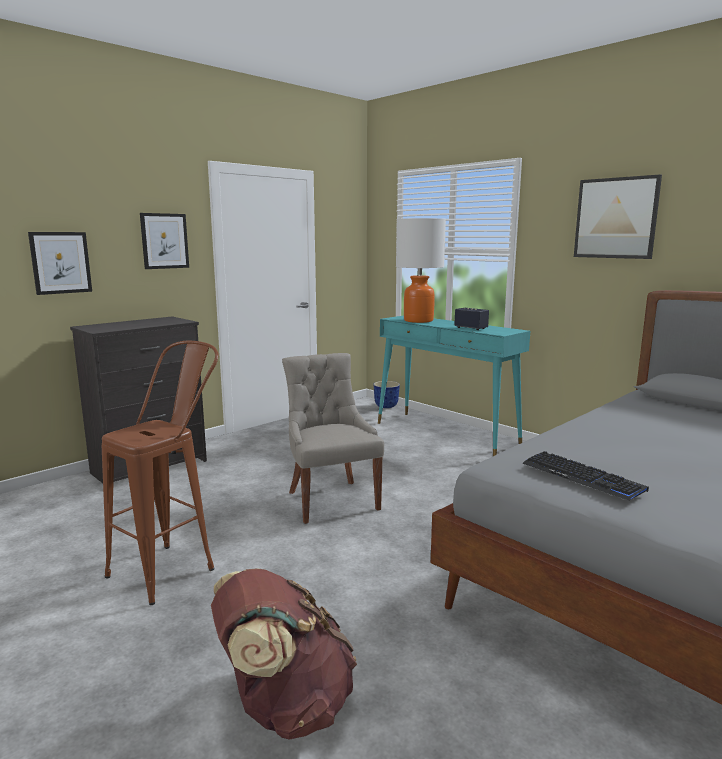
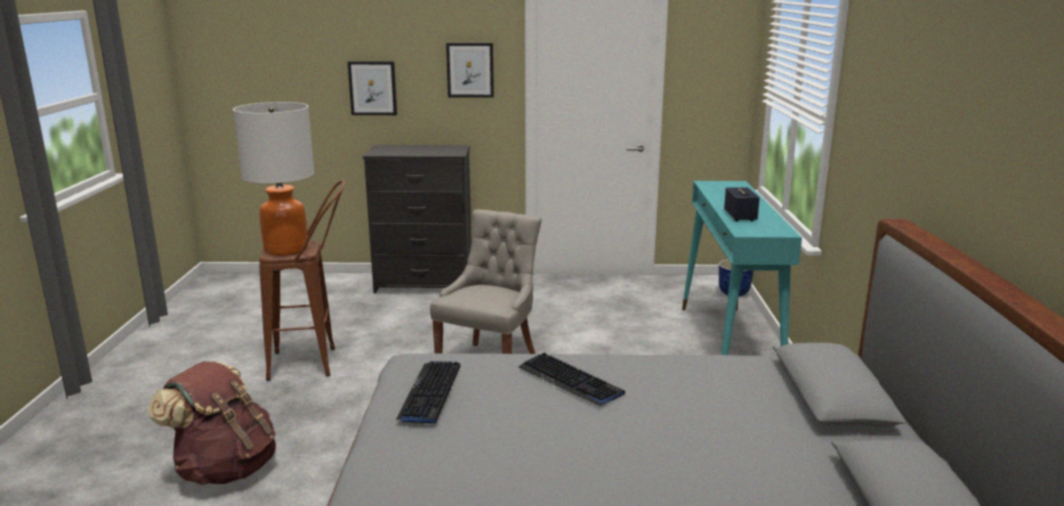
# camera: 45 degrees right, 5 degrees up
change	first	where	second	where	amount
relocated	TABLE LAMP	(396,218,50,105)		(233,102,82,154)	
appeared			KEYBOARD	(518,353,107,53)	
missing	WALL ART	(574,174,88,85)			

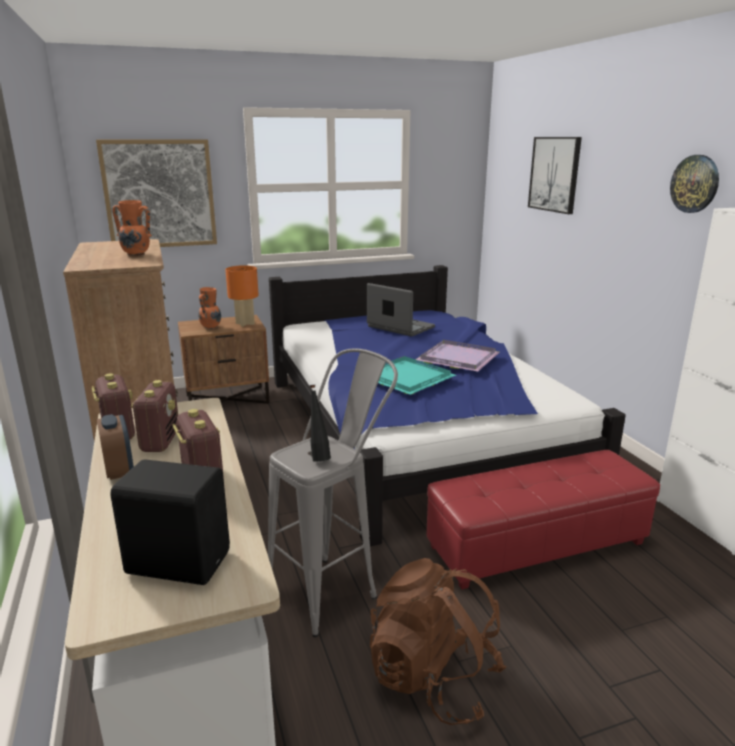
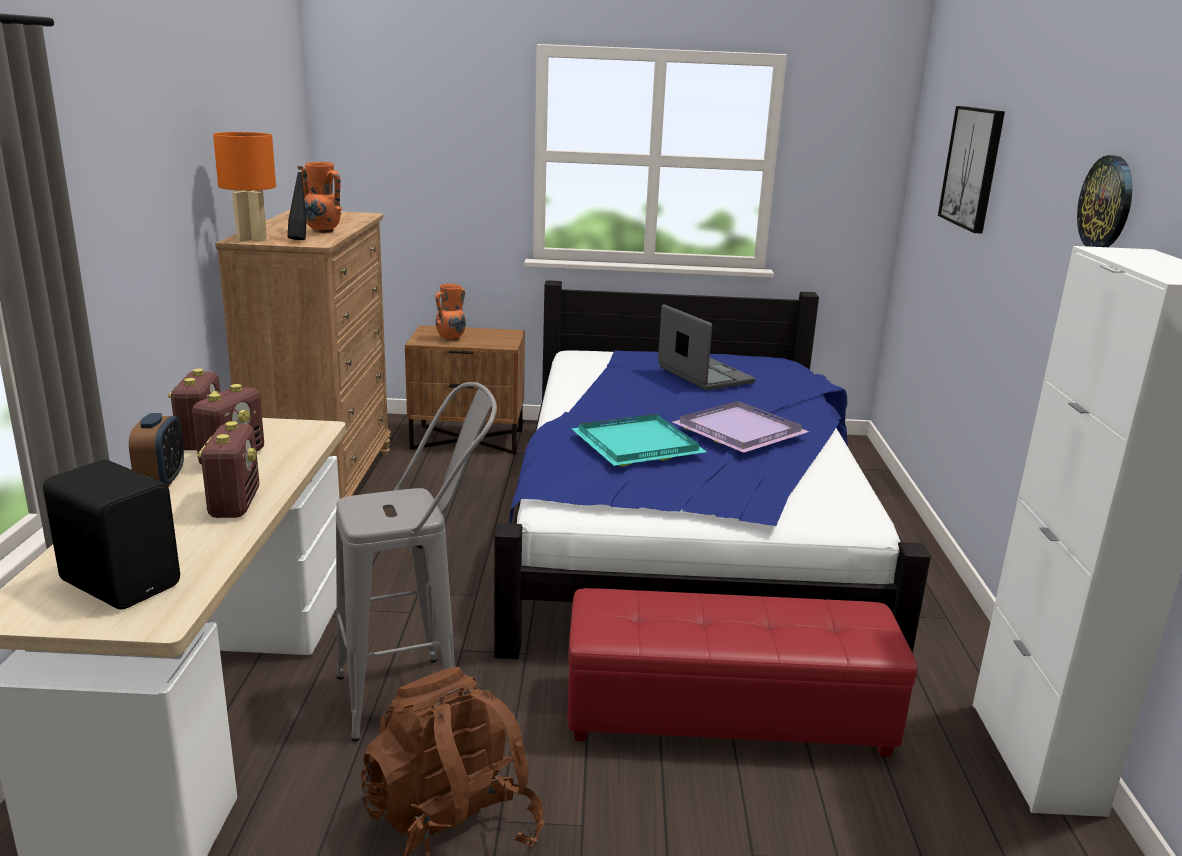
# camera: 20 degrees right, 0 degrees up
change	first	where	second	where	amount
relocated	ORANGEY TABLE LAMP	(225,265,34,62)		(213,132,63,110)	
relocated	BLACK-COLOURED DRINK BOTTLE	(310,385,21,76)		(287,166,19,74)	
missing	WALL ART	(96,140,121,107)			

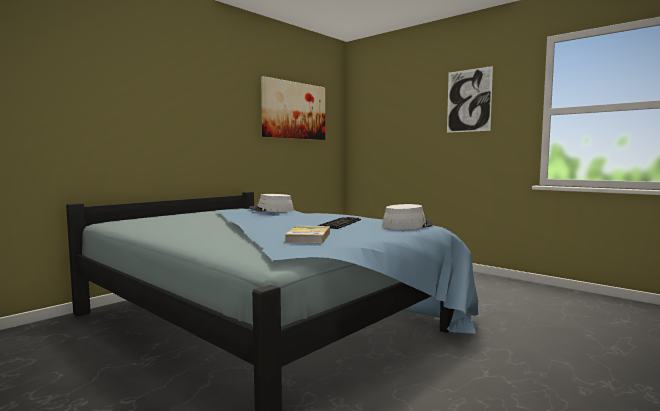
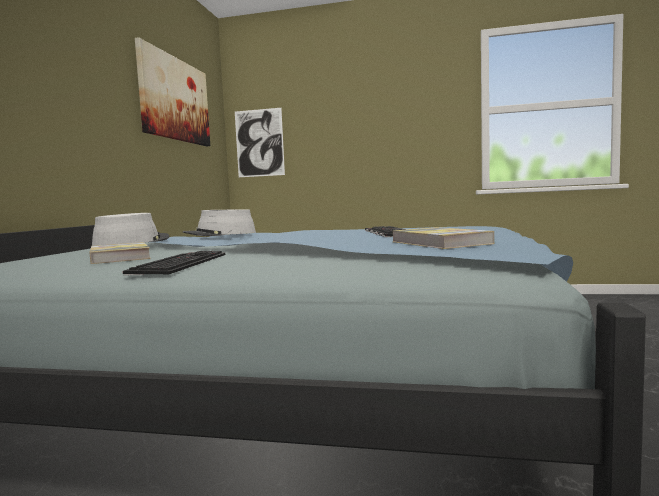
# camera: 30 degrees left, 0 degrees up
change	first	where	second	where	amount
appeared			BOUND BOOK	(89,242,62,22)	
relocated	GREYISH HAT	(382,204,51,26)		(92,213,77,33)	
appeared			KEYBOARD	(123,251,102,24)	
relocated	WALL ART	(447,66,46,67)		(235,108,50,69)	

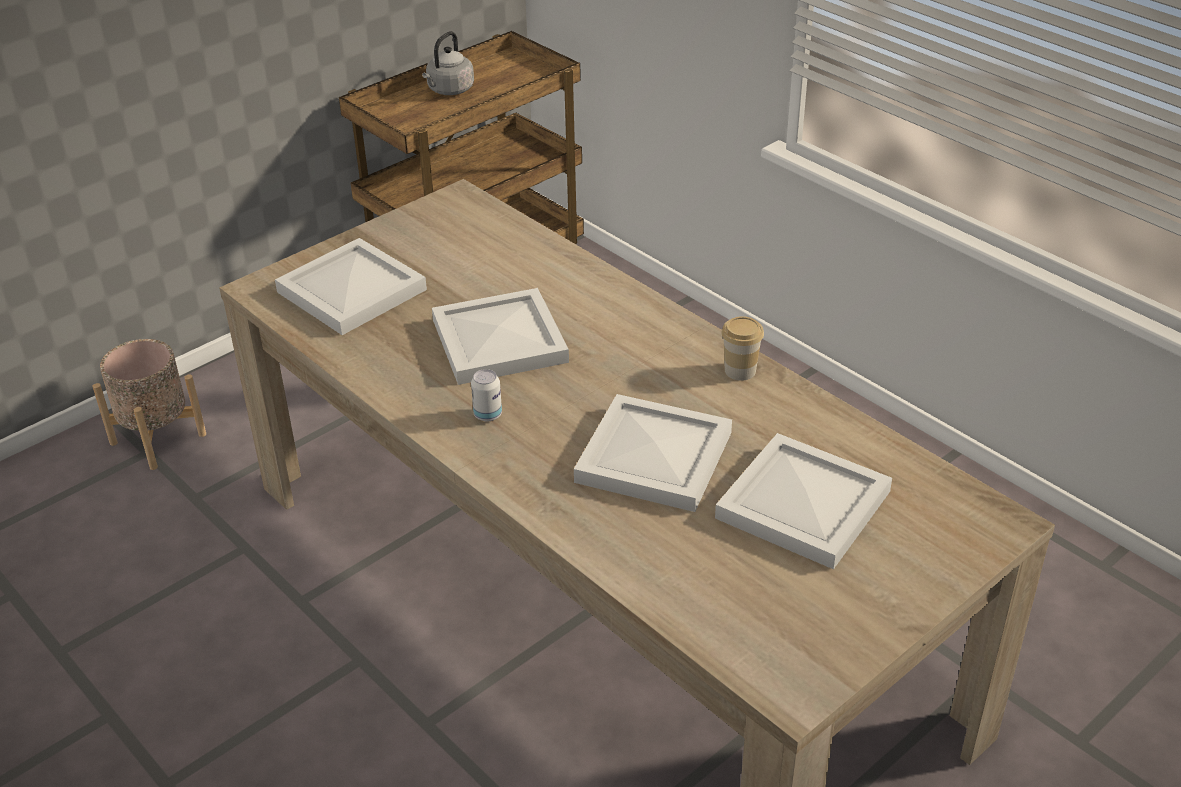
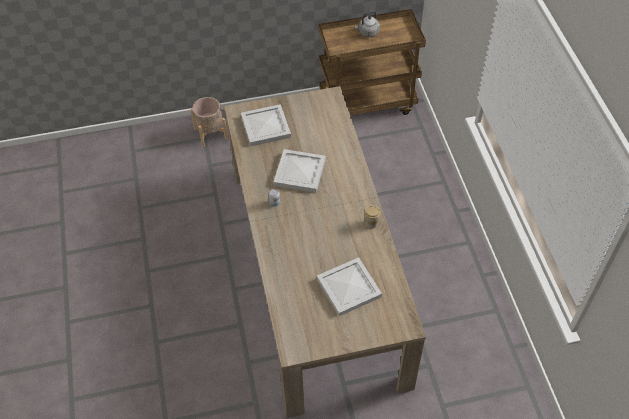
# camera: 30 degrees right, 15 degrees up
change	first	where	second	where	amount
missing	WHITISH TRAY	(574,394,158,118)			

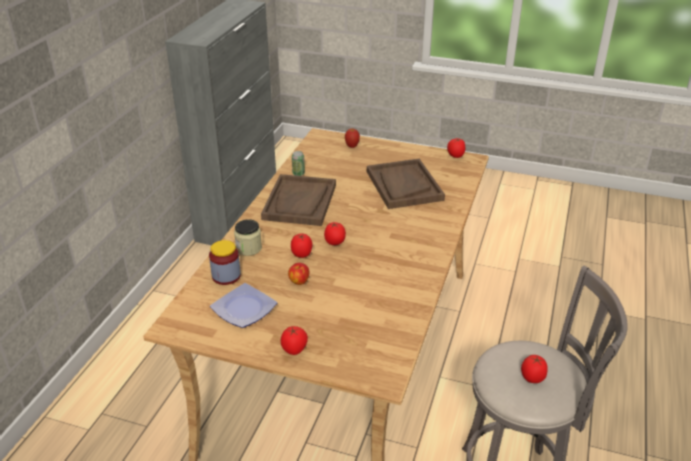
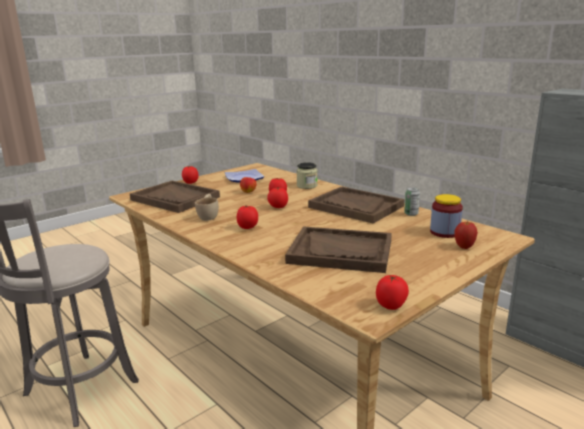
# camera: 120 degrees right, 15 degrees down
change	first	where	second	where	amount
appeared			BROWN TRAY	(130,181,90,32)	
appeared			SAND-COLOURED SMALL CUP	(195,194,24,27)	
relocated	TOMATO	(521,355,27,28)		(237,206,21,23)	
relocated	PRESERVE JAR	(209,240,32,45)		(430,194,33,44)	

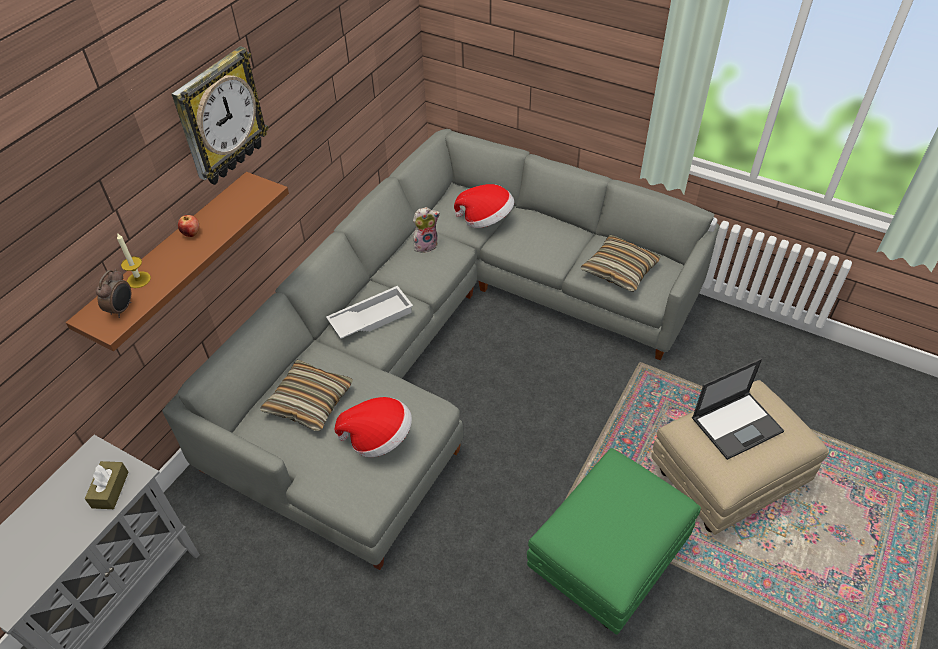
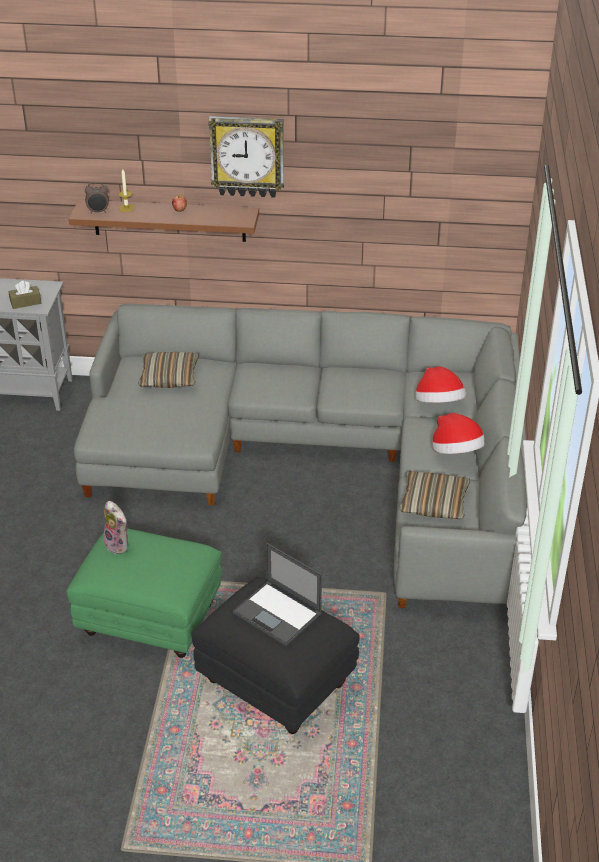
# camera: 65 degrees right, 10 degrees down
change	first	where	second	where	amount
relocated	CUDDLY TOY	(413,207,27,46)		(104,501,24,54)	
colour	SAND-COLOURED FOOTREST	(651,380,178,155)	BLACK-COLOURED FOOTREST	(192,577,168,157)	
relocated	HAT	(335,397,77,60)		(432,413,52,41)	
missing	WHITISH TRAY	(326,286,87,53)			

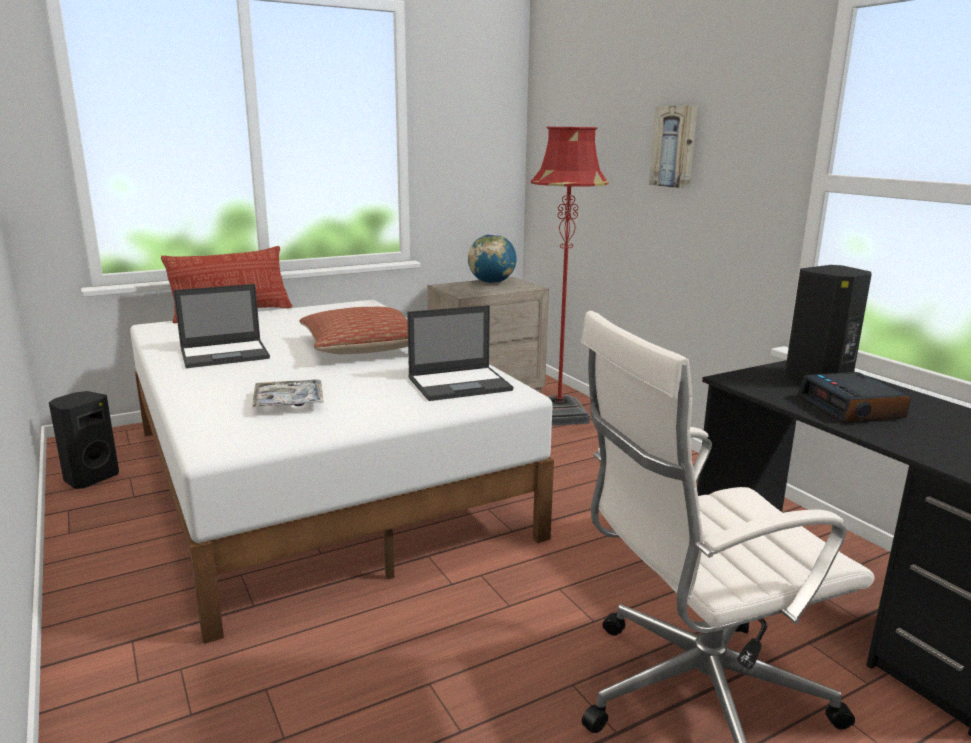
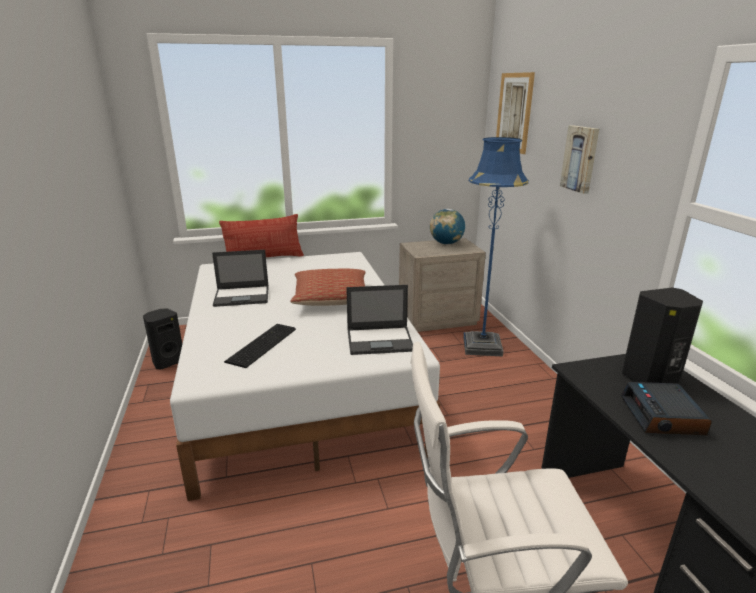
# camera: 15 degrees right, 5 degrees up
change	first	where	second	where	amount
exchanged	TRAY	(252,379,72,28)	KEYBOARD	(224,324,72,44)	
colour	RED STANDARD LAMP	(531,127,78,299)	BLUISH STANDARD LAMP	(463,137,66,219)	
appeared			WALL ART	(496,72,39,82)	

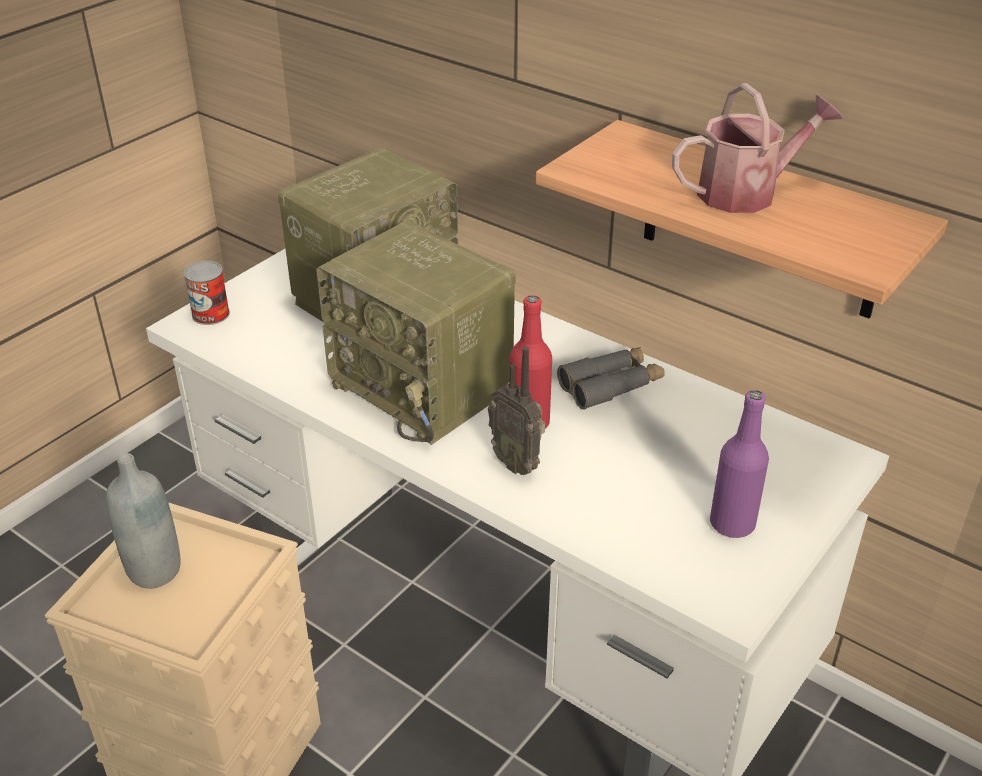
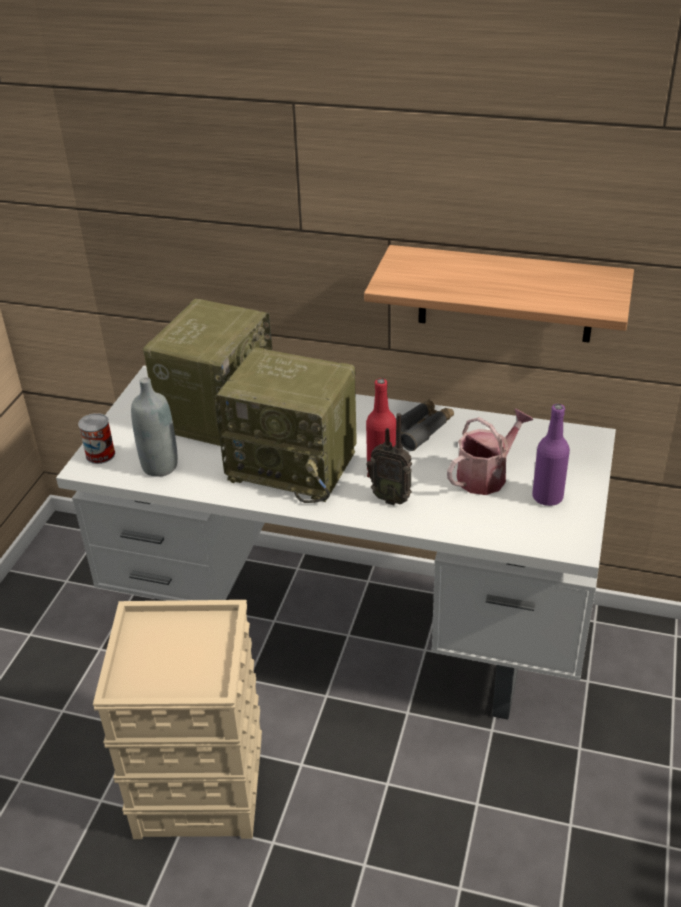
# camera: 20 degrees left, 0 degrees up
change	first	where	second	where	amount
relocated	GREYISH DRINK BOTTLE	(106,453,75,136)		(131,377,47,100)	
relocated	WATERING POT	(672,83,170,130)		(447,409,86,86)	

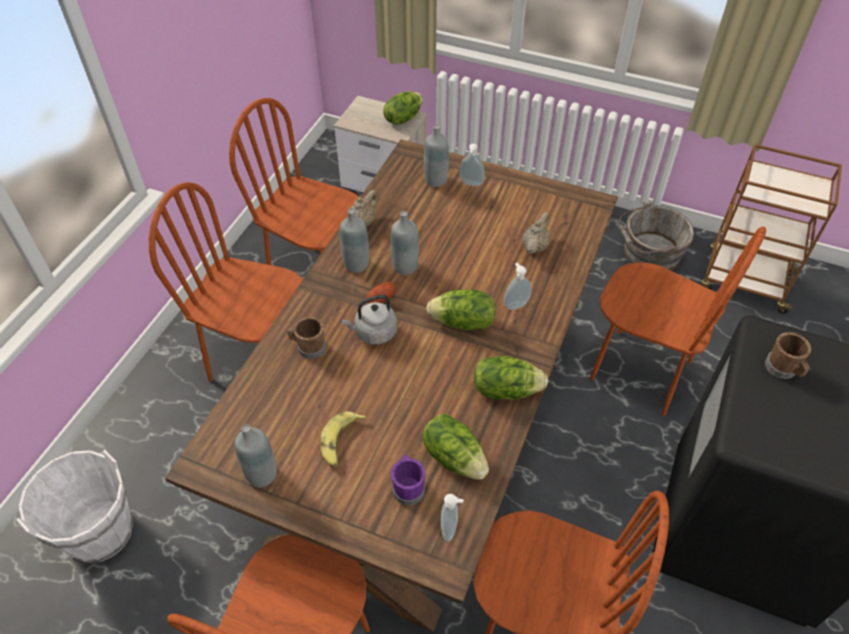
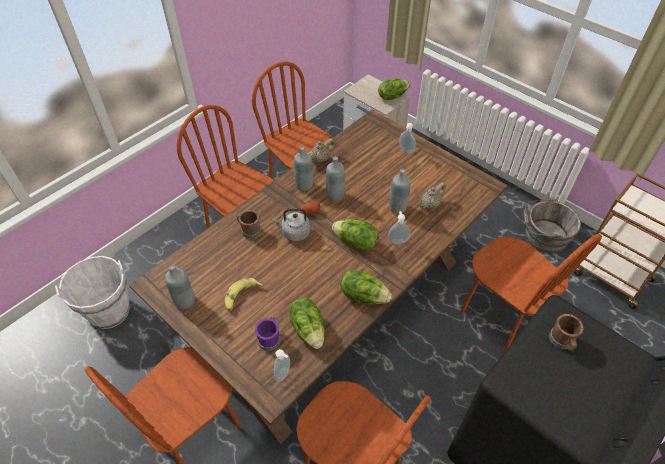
# camera: 20 degrees right, 0 degrees up
change	first	where	second	where	amount
relocated	GREYISH DRINK BOTTLE	(424,125,25,62)		(389,169,21,45)	

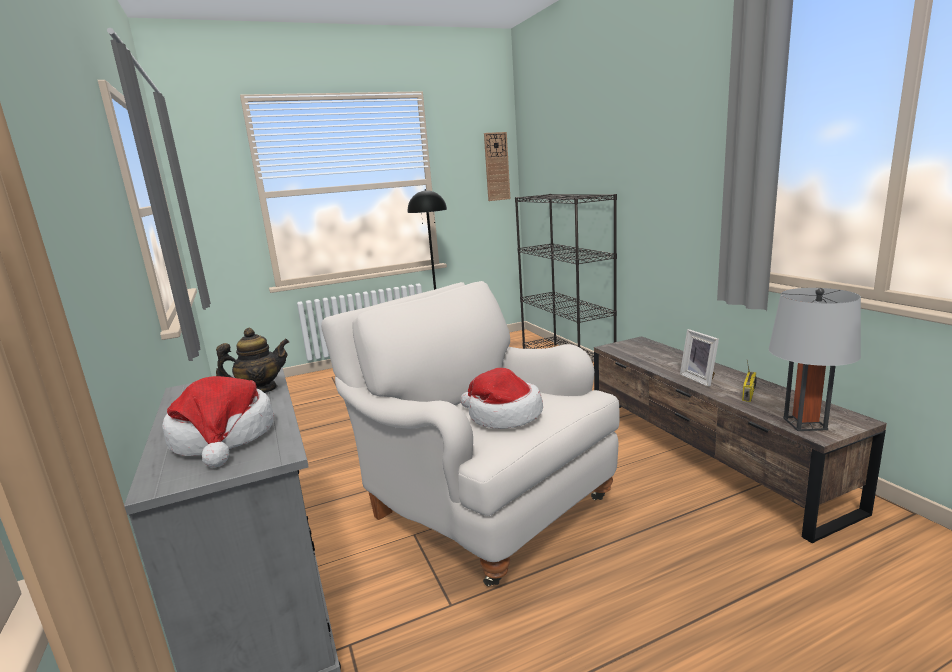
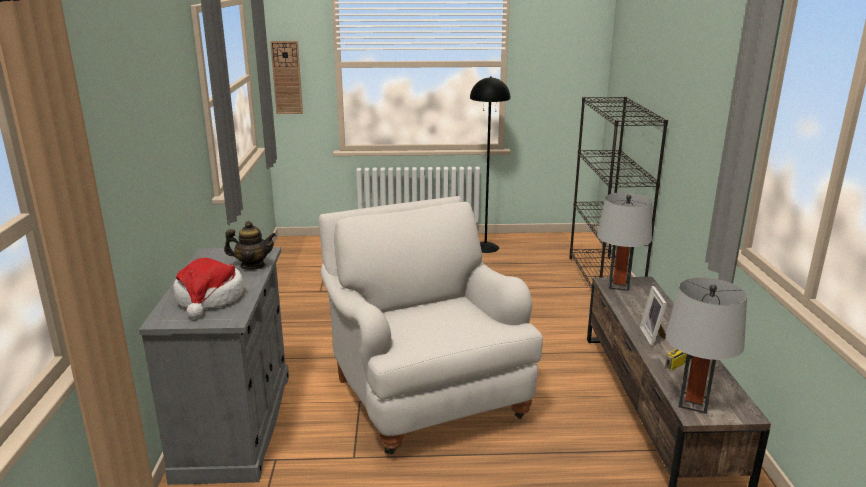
# camera: 20 degrees right, 5 degrees up
change	first	where	second	where	amount
relocated	CLOCK ON THE WALL	(484,132,26,69)		(270,41,33,73)	
appeared			GREYISH TABLE LAMP	(597,193,55,98)	
missing	HAT	(460,368,83,61)			

